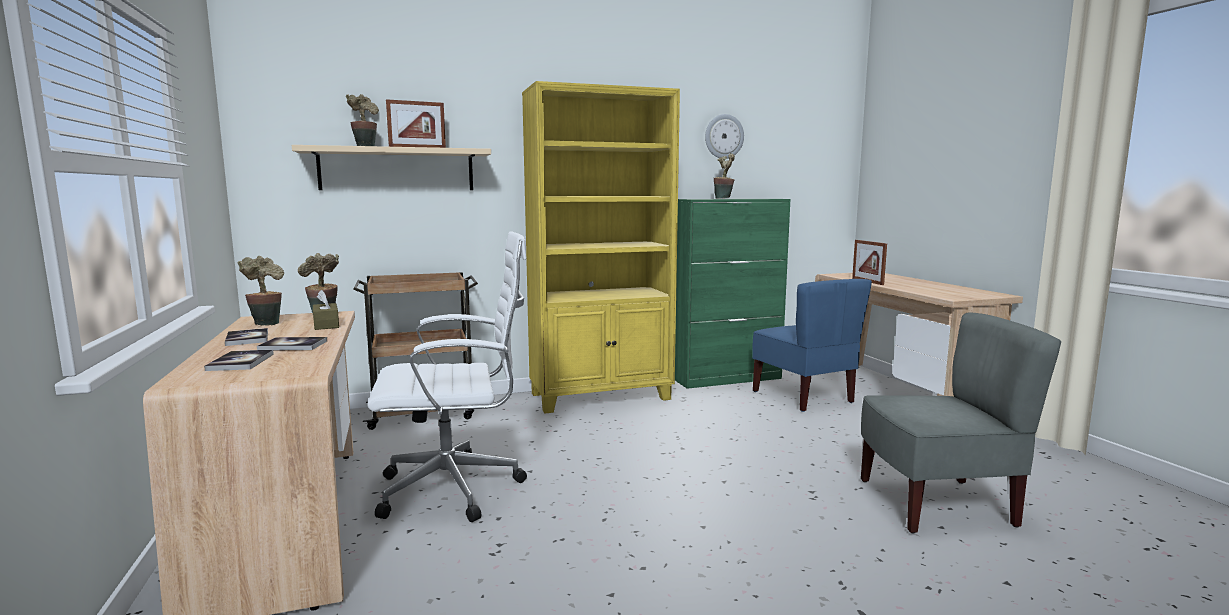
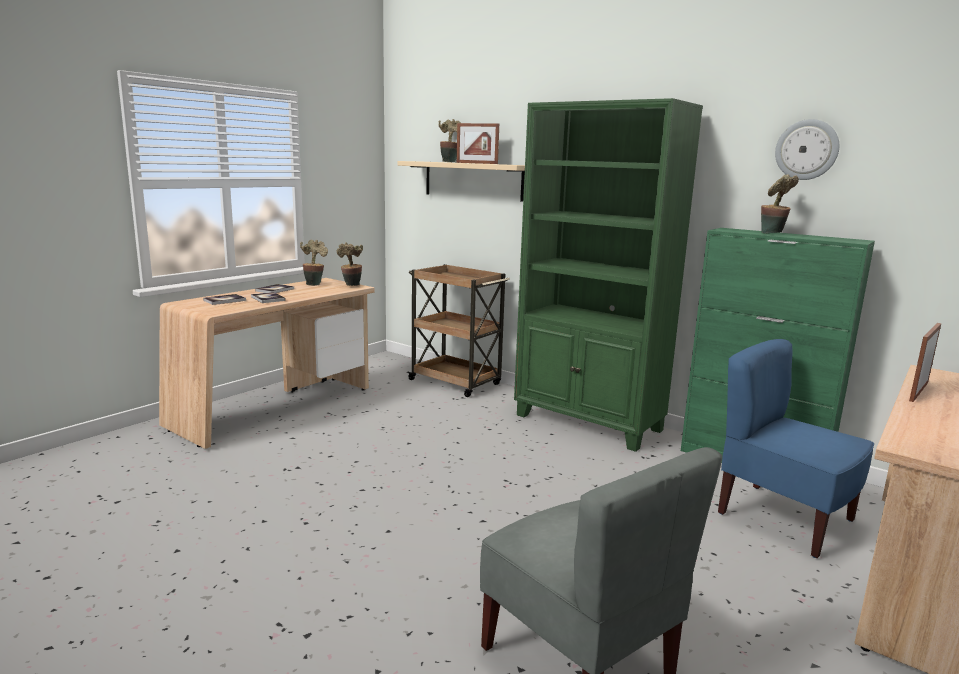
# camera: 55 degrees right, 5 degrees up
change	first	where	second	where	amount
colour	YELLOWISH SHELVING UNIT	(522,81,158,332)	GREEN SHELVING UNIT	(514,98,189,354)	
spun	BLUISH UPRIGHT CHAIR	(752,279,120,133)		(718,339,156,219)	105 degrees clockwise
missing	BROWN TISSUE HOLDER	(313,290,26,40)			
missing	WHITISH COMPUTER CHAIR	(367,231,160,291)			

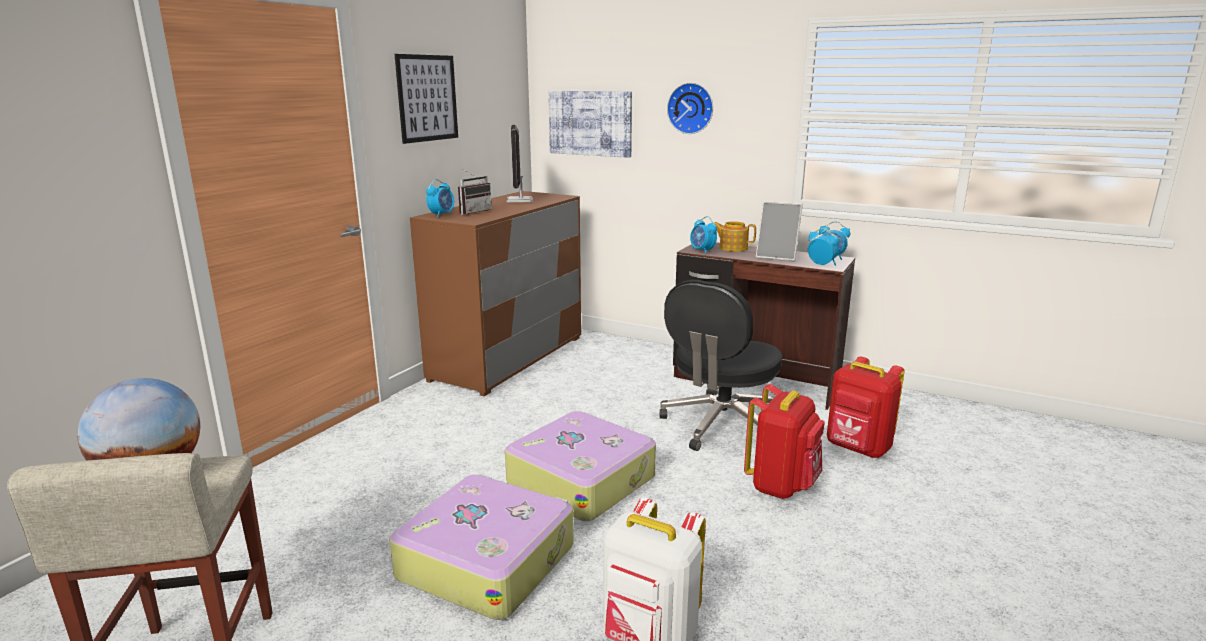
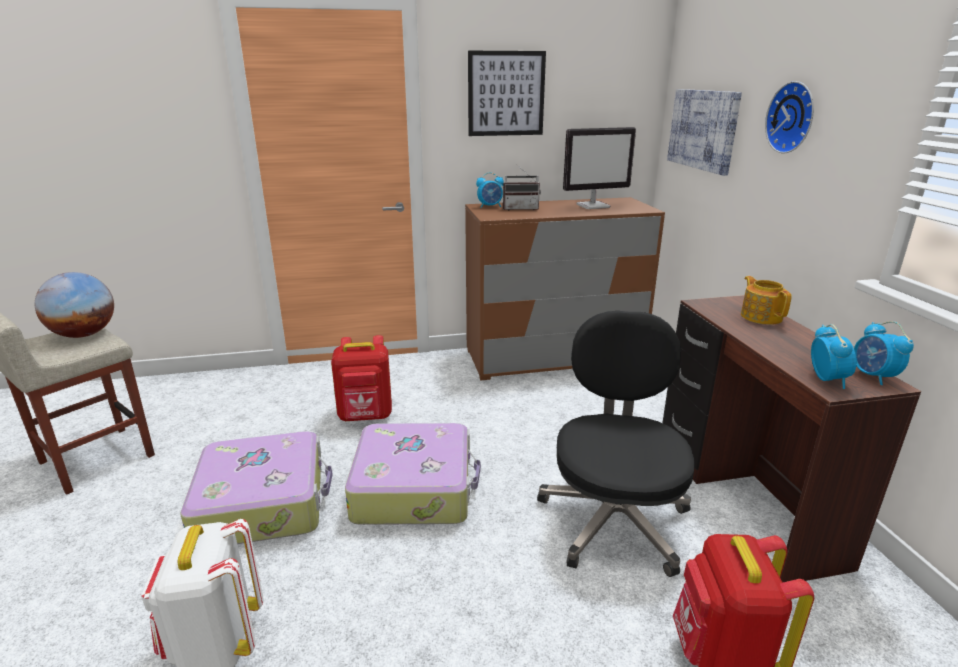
# camera: 50 degrees right, 5 degrees up
change	first	where	second	where	amount
relocated	RED KNAPSACK	(744,384,81,115)		(331,335,61,86)	
spun	BLACK-COLOURED COMPUTER CHAIR	(659,280,123,171)		(537,311,158,266)	105 degrees clockwise
spun	COMPUTER DISPLAY	(507,125,26,77)		(563,127,73,82)	150 degrees counterclockwise
missing	ALARM CLOCK	(690,216,27,38)			
missing	PICTURE FRAME	(756,201,47,60)			

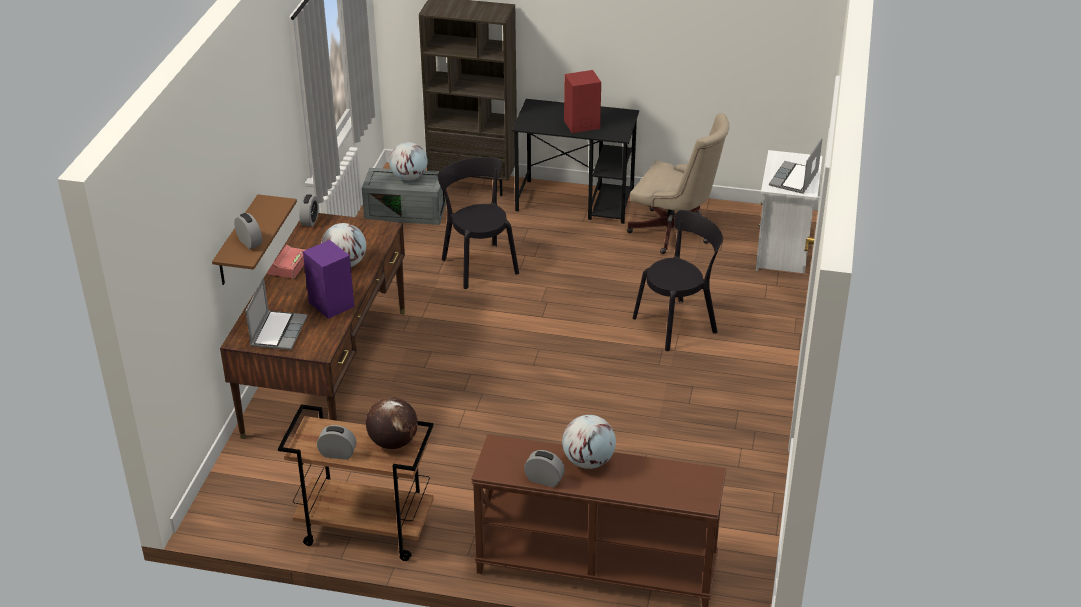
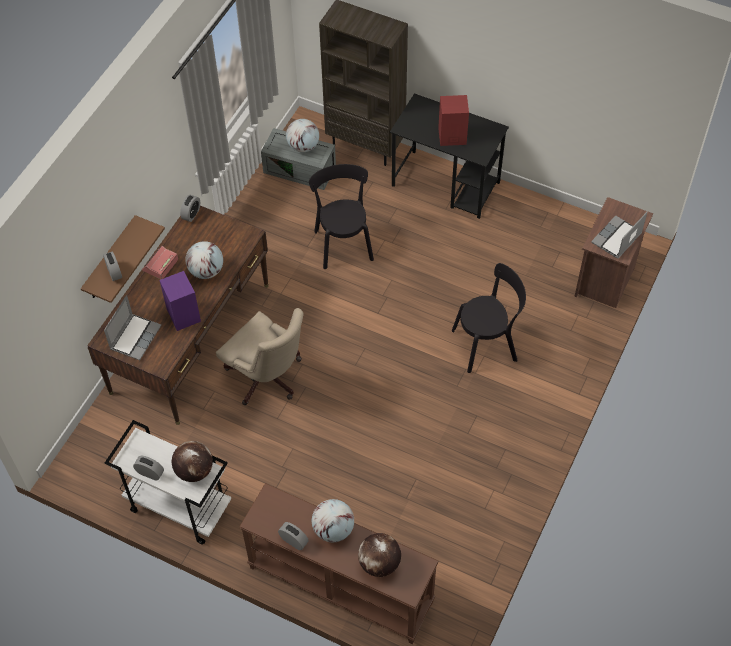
# camera: 15 degrees right, 20 degrees up
change	first	where	second	where	amount
colour	BROWN TROLLEY	(278,404,156,157)	WHITISH TROLLEY	(105,420,126,125)	
relocated	SAND-COLOURED COMPUTER CHAIR	(627,113,103,141)		(216,308,88,97)	
appeared			DESK GLOBE	(358,533,43,44)	
colour	WHITISH NIGHTSTAND	(756,150,66,123)	BROWN NIGHTSTAND	(574,197,79,111)	

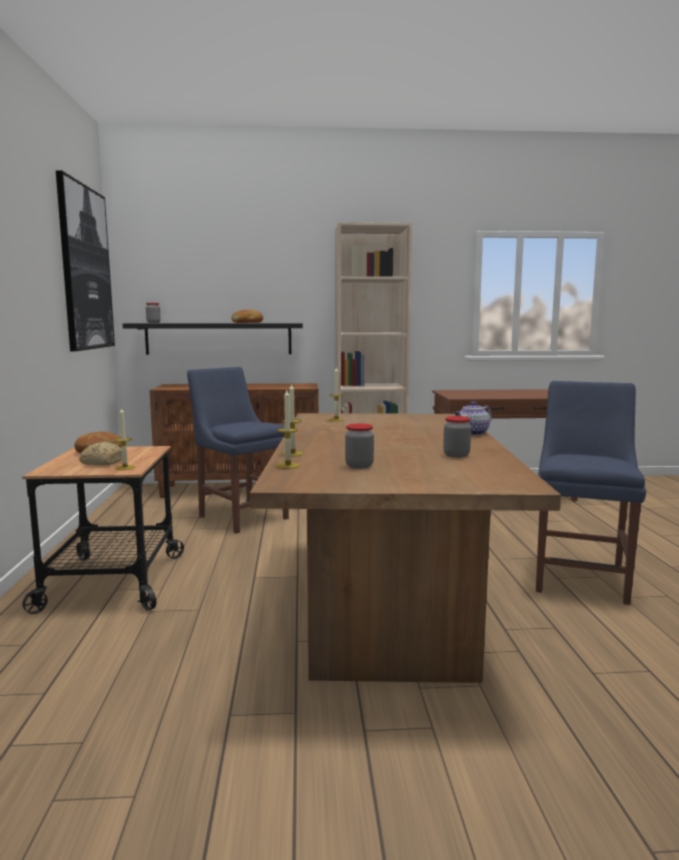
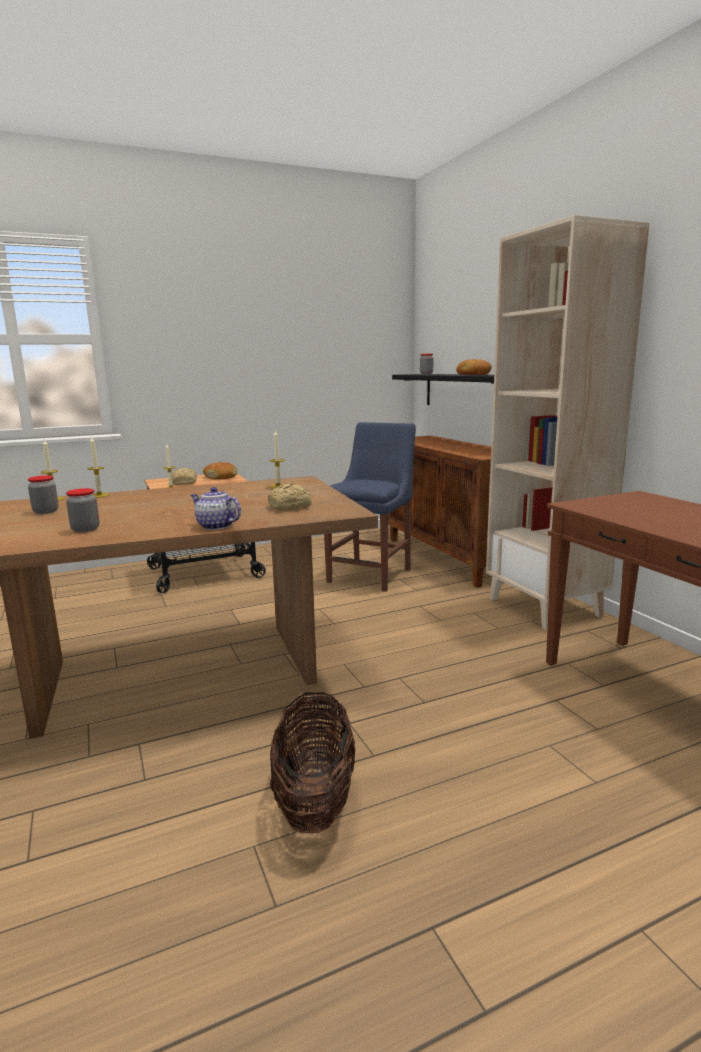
# camera: 70 degrees right, 5 degrees up
change	first	where	second	where	amount
appeared			BAKED BREAD	(268,483,44,28)	
exchanged	BLUISH UPRIGHT CHAIR	(536,381,110,224)	HOUSEHOLD BASKET	(270,691,86,142)	
missing	WALL ART	(56,170,59,181)			

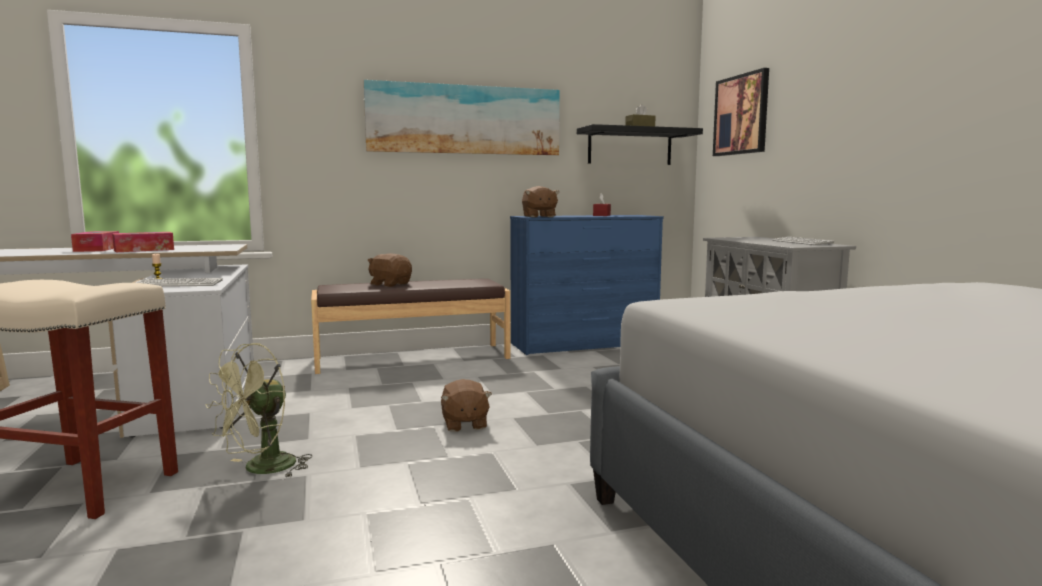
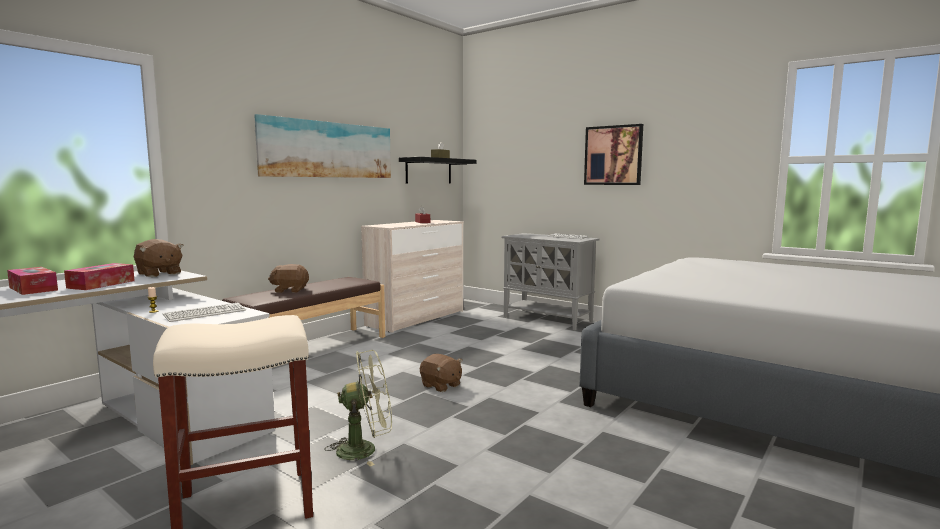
# camera: 35 degrees left, 0 degrees up
change	first	where	second	where	amount
relocated	BROWN CUDDLY TOY	(522,186,37,31)		(134,239,50,38)	
spun	GREEN ELECTRIC FAN	(206,343,107,135)		(324,350,68,116)	105 degrees counterclockwise
colour	BLUISH DRESSER	(510,215,154,140)	SAND-COLOURED DRESSER	(361,220,103,113)	
relocated	WALL ART	(713,68,56,88)		(584,124,59,61)	

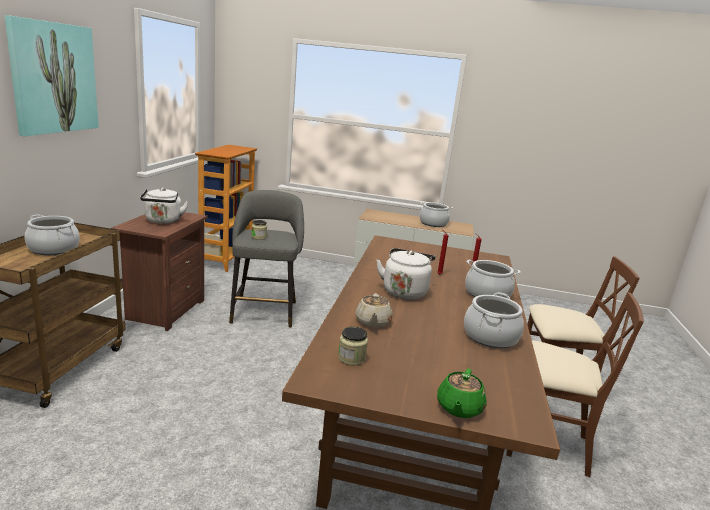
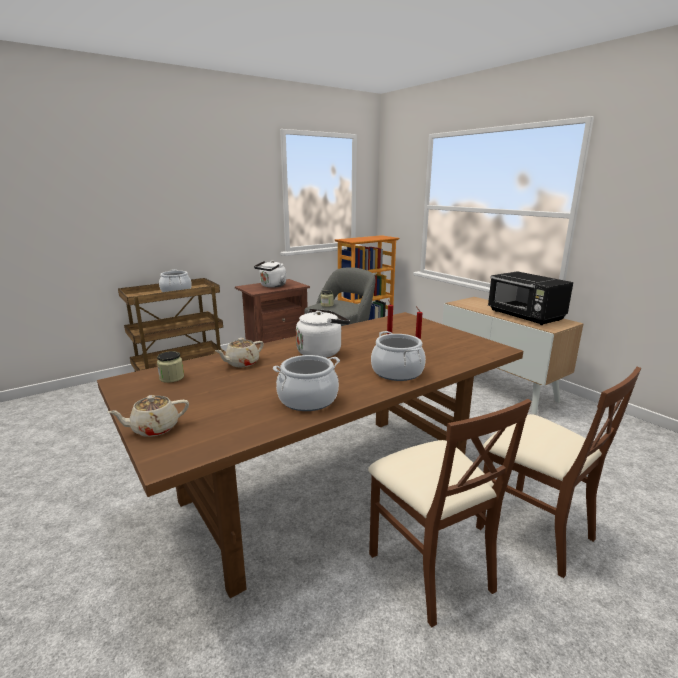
# camera: 45 degrees right, 0 degrees up
change	first	where	second	where	amount
colour	GREEN TEAPOT	(437,369,50,49)	SAND-COLOURED TEAPOT	(108,395,81,42)	
exchanged	STOCKPOT	(420,202,33,25)	BLACK-COLOURED MICROWAVE OVEN	(488,271,85,54)	
missing	WALL ART	(4,15,95,121)			

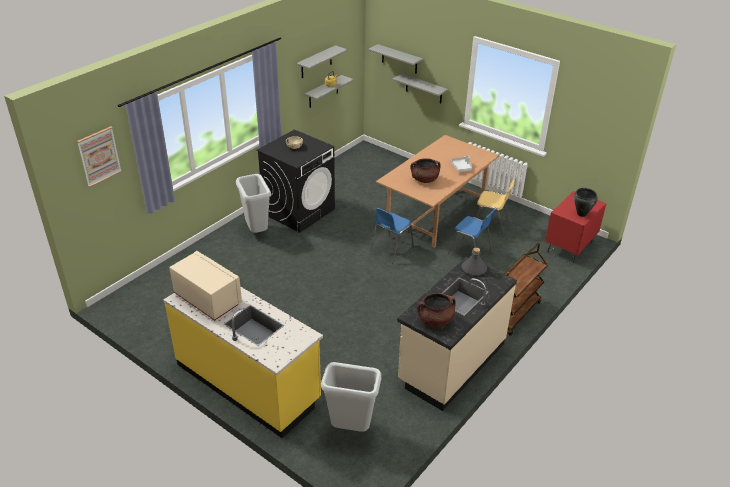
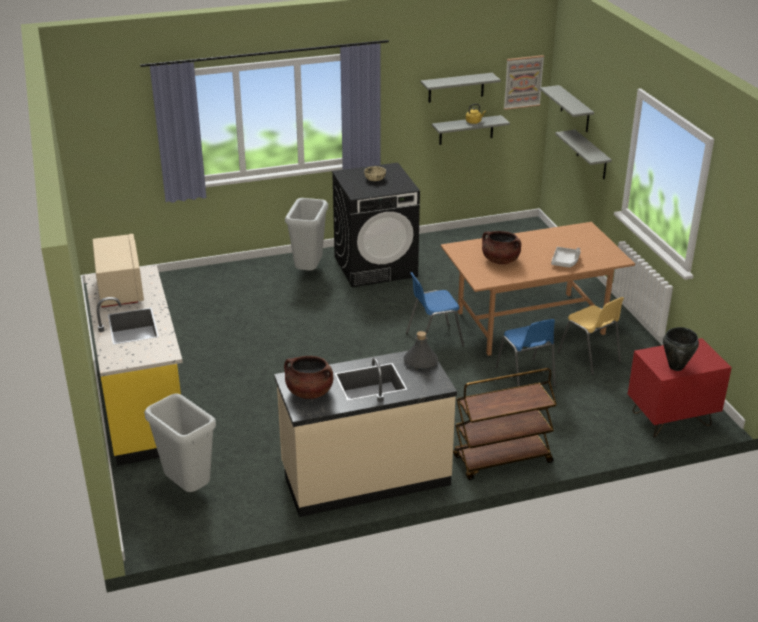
# camera: 35 degrees right, 5 degrees down
change	first	where	second	where	amount
relocated	WALL ART	(77,126,45,61)		(504,55,40,55)	

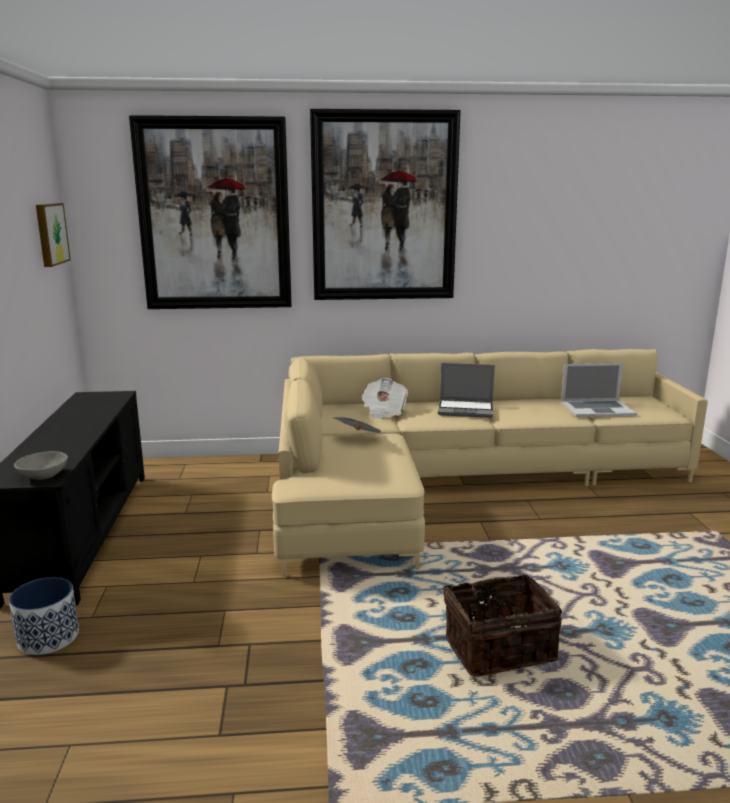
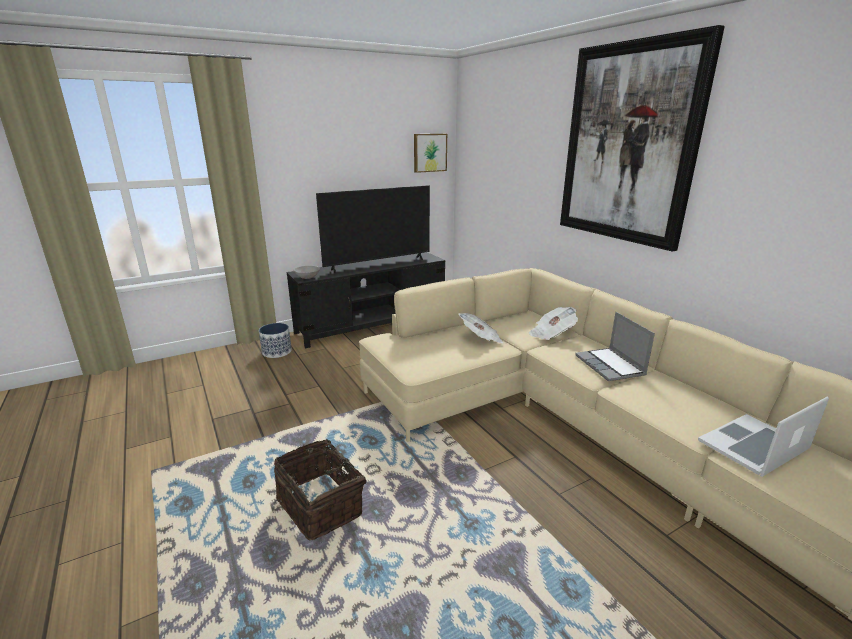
# camera: 65 degrees right, 5 degrees up
change	first	where	second	where	amount
appeared			TV SET	(316,185,114,89)	
spun	LAPTOP	(561,363,76,54)		(698,397,131,80)	90 degrees clockwise
missing	WALL ART	(129,115,163,194)			

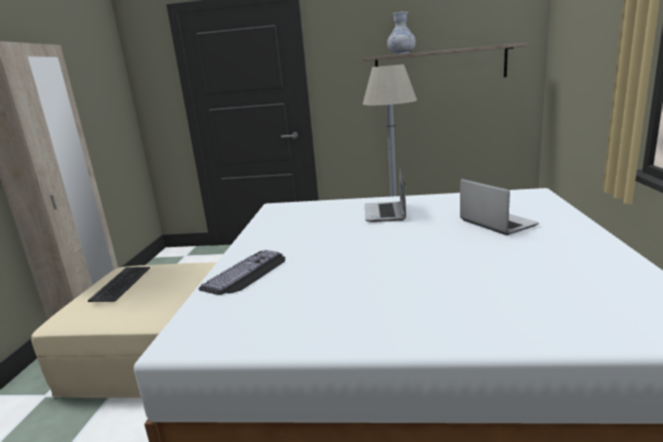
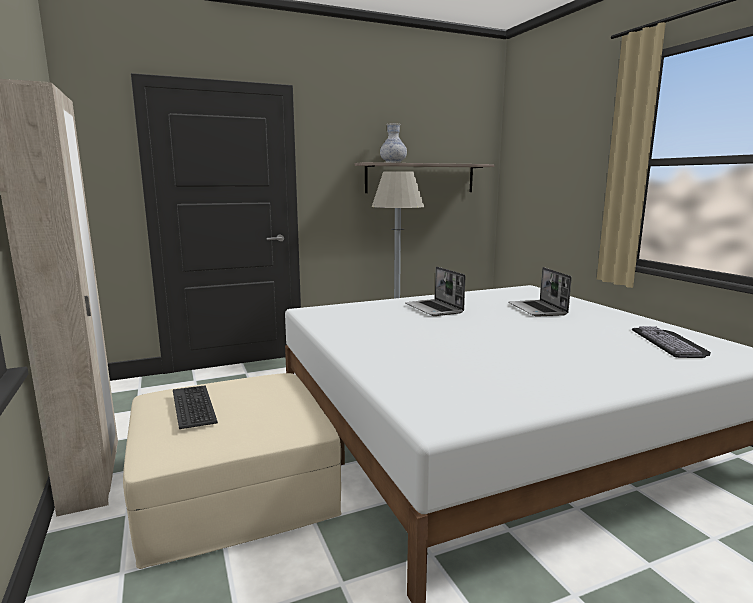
# camera: 30 degrees left, 5 degrees down
change	first	where	second	where	amount
spun	LAPTOP	(460,179,79,56)		(508,267,64,50)	135 degrees counterclockwise
relocated	KEYBOARD	(198,250,87,45)		(632,326,79,32)	

